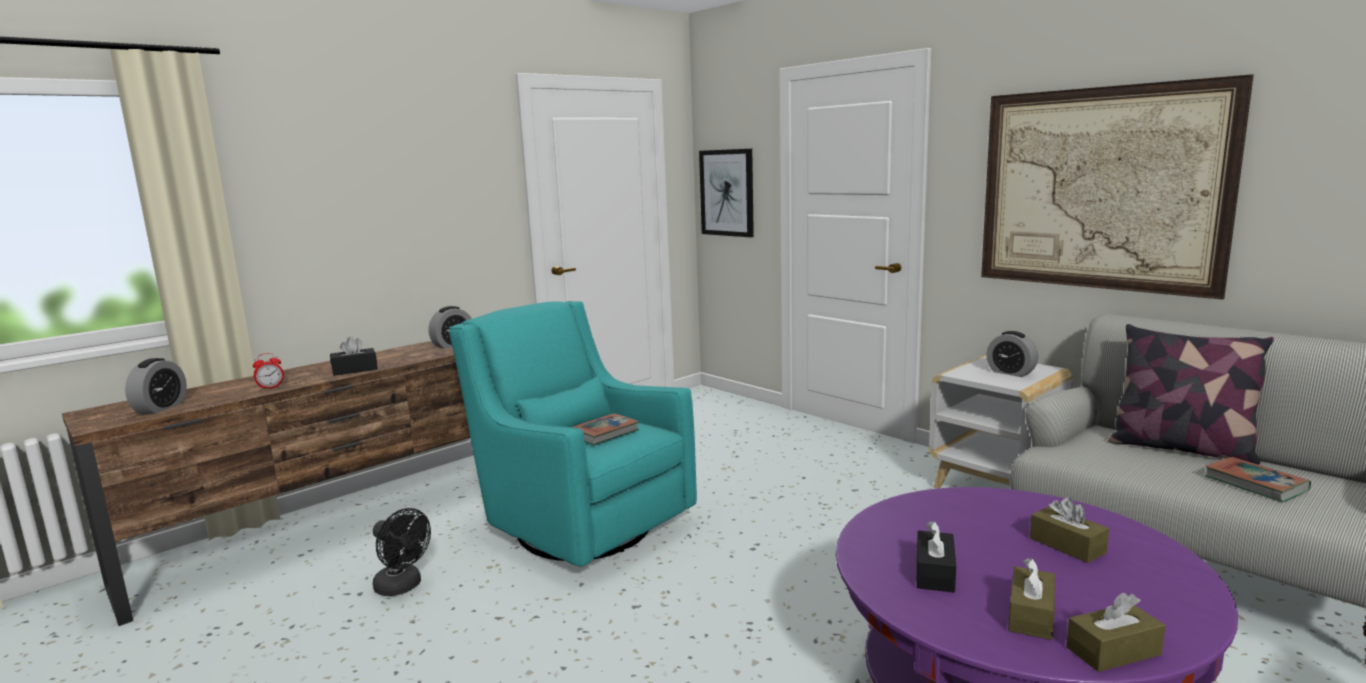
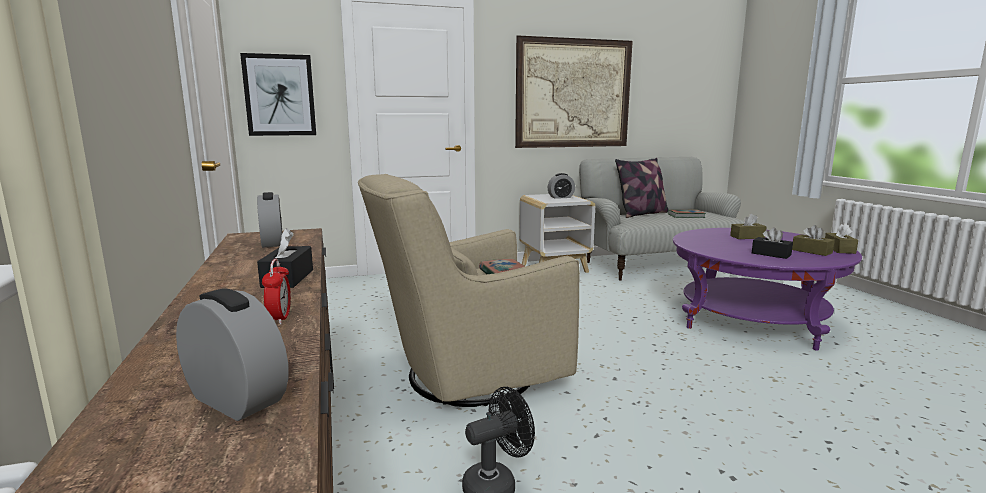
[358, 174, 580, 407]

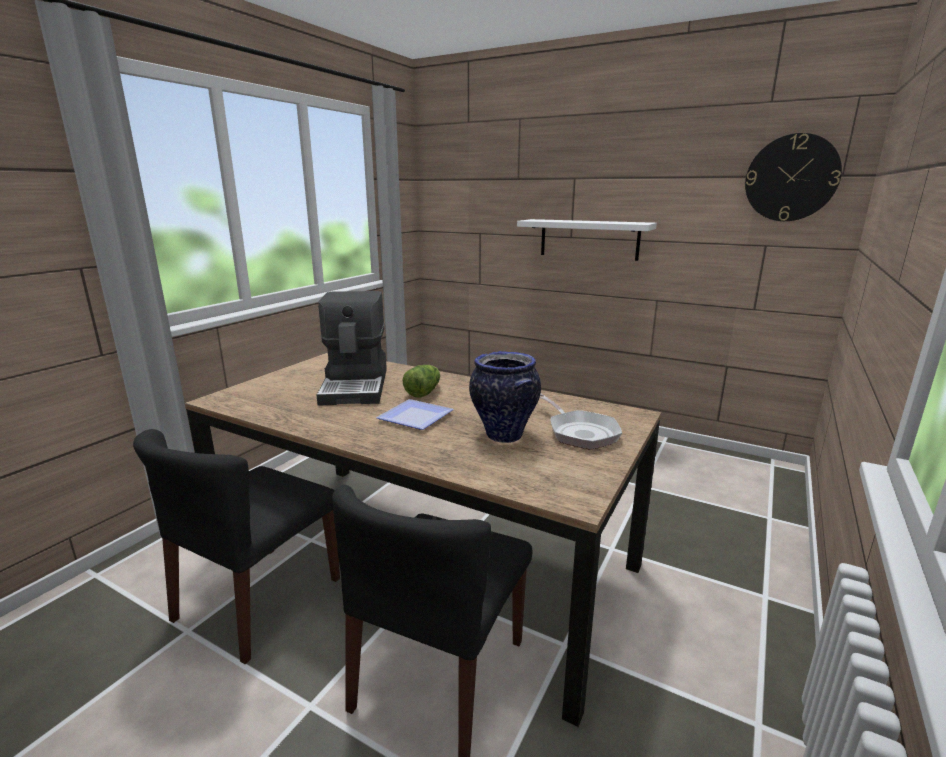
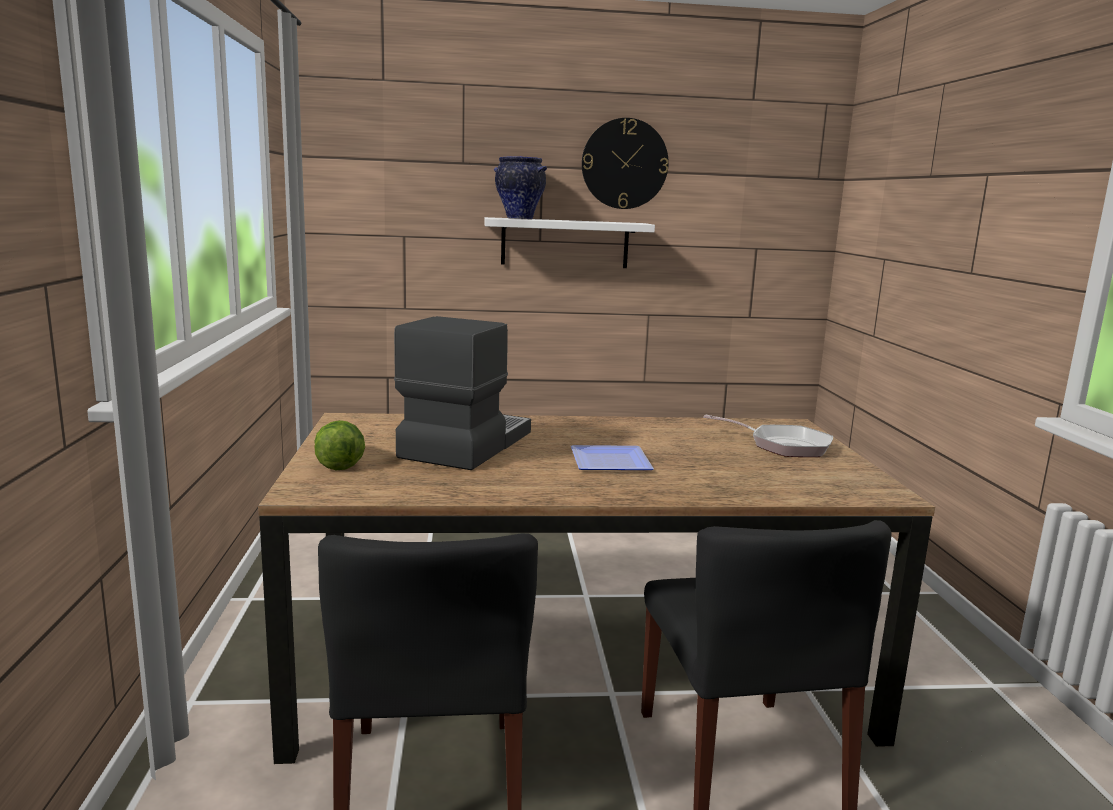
[314, 420, 365, 470]
[494, 156, 547, 219]
[582, 118, 669, 209]
[394, 316, 531, 470]

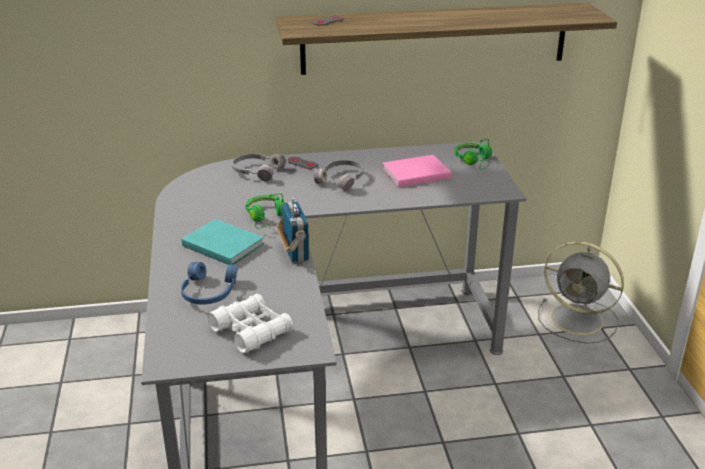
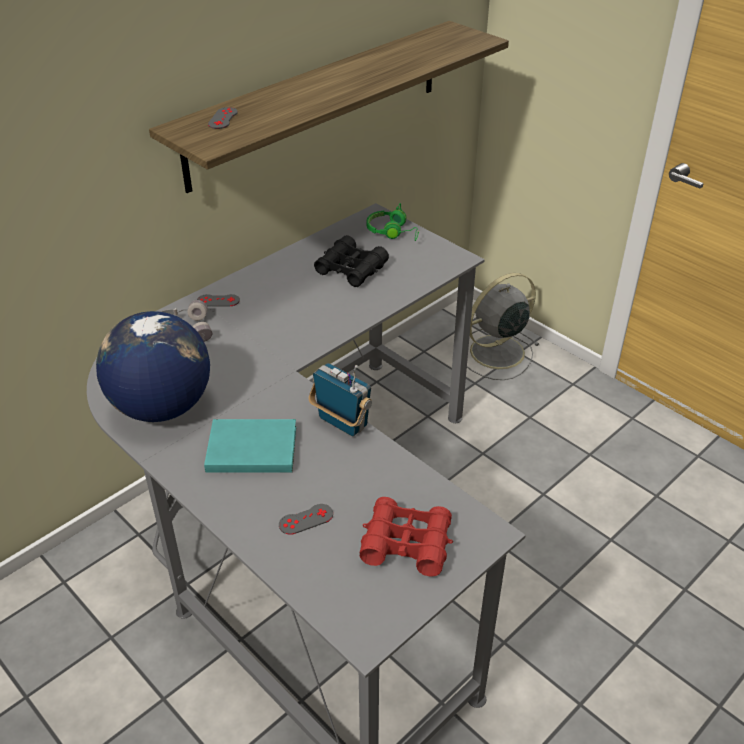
[246, 193, 285, 229] (first image)
[314, 160, 363, 191] (first image)
[96, 311, 210, 422]
[279, 504, 333, 535]
[314, 235, 389, 287]
[360, 497, 453, 577]
[467, 273, 539, 380]

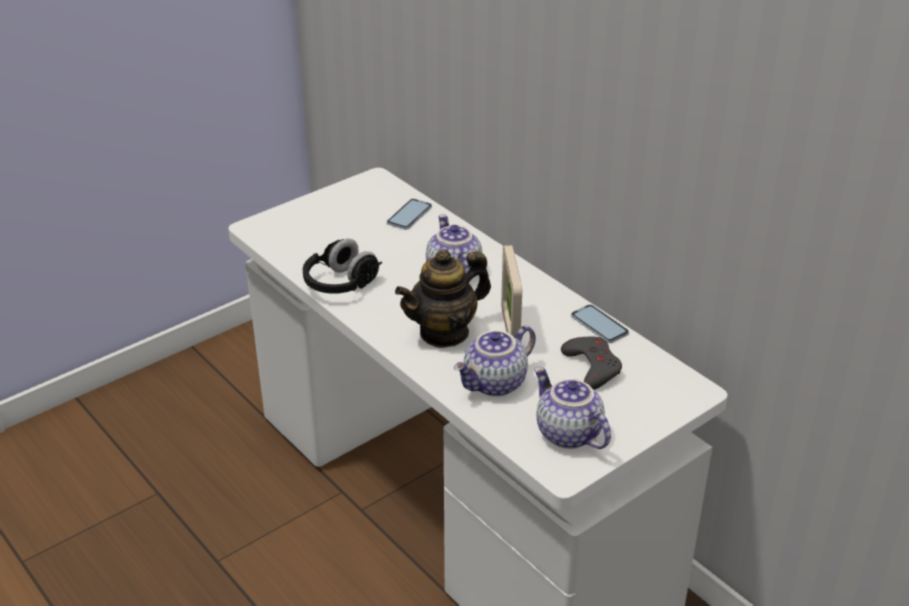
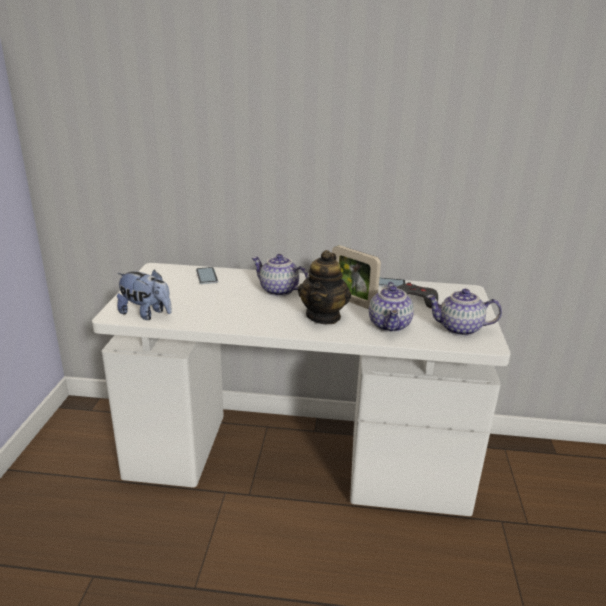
[303, 239, 382, 294] (first image)
[117, 269, 172, 320]

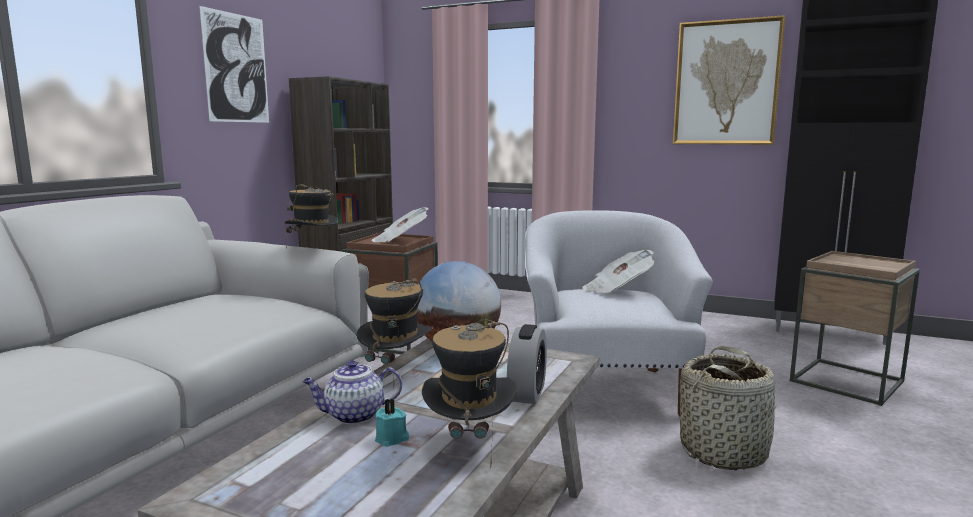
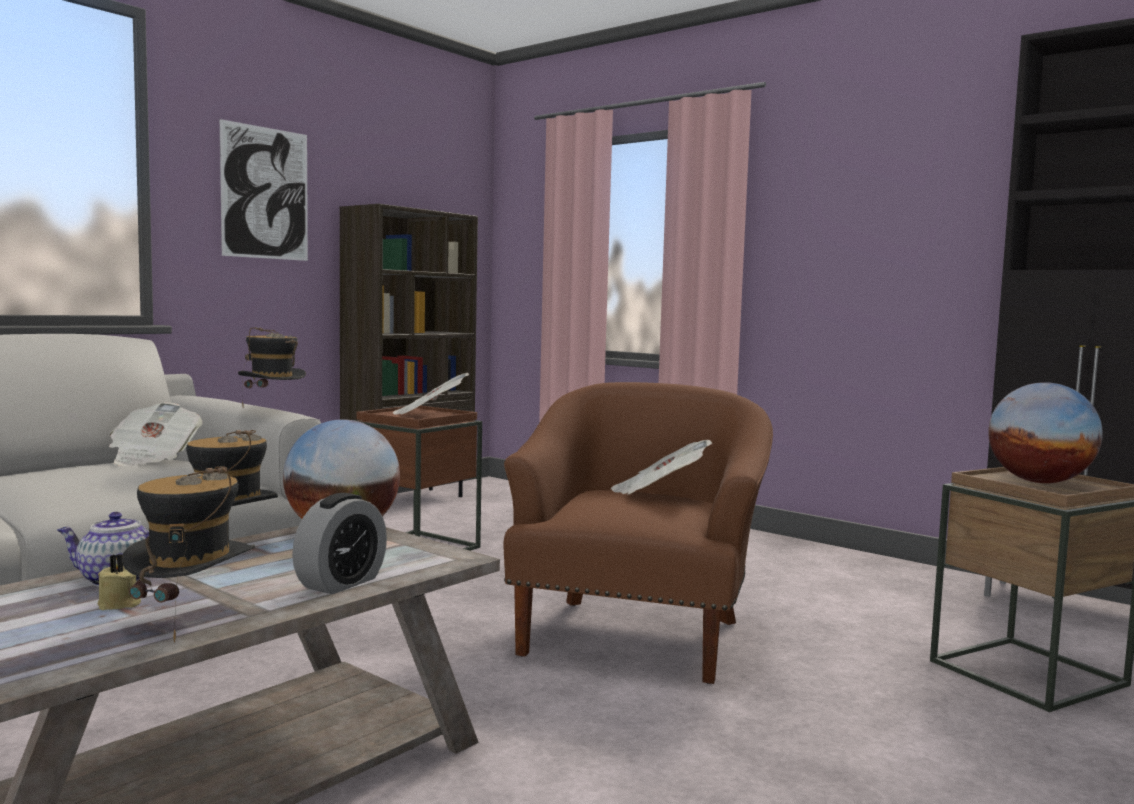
[673, 15, 785, 145] (first image)
[680, 346, 777, 470] (first image)
[109, 402, 202, 466]
[988, 382, 1103, 483]
[98, 554, 141, 610]
[503, 382, 773, 684]

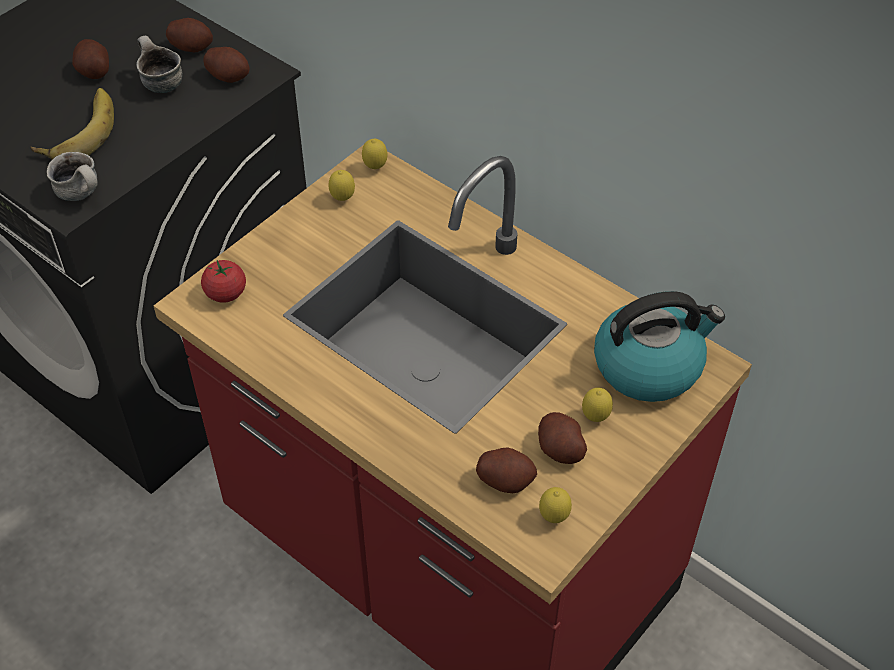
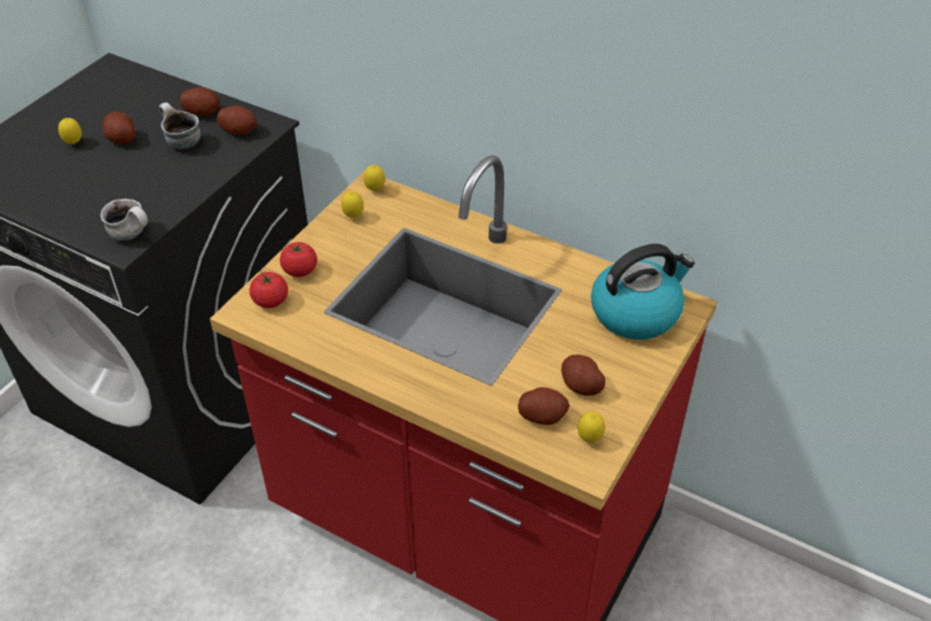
[30, 88, 114, 159] (first image)
[280, 242, 317, 277]
[58, 118, 82, 144]

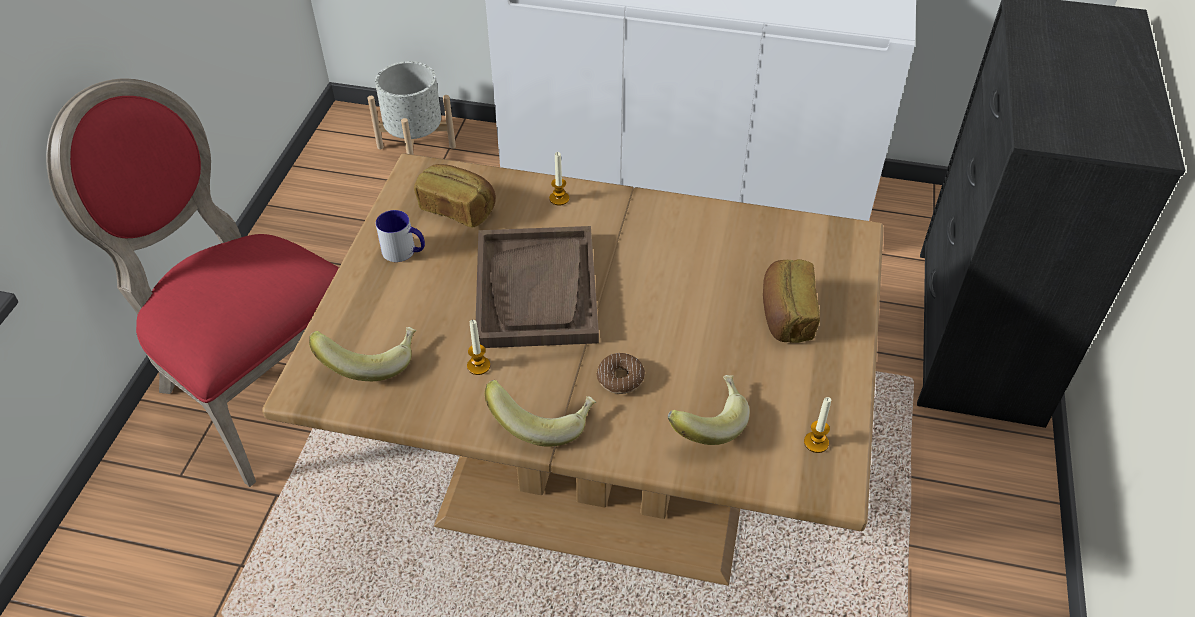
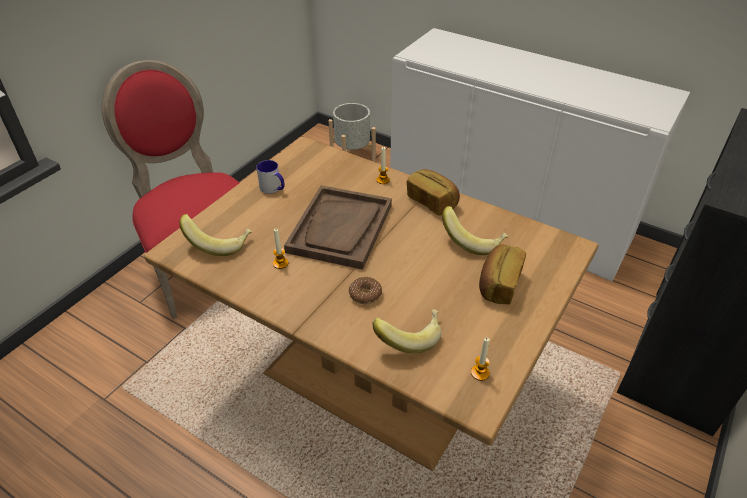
[407, 169, 460, 216]
[442, 206, 508, 255]

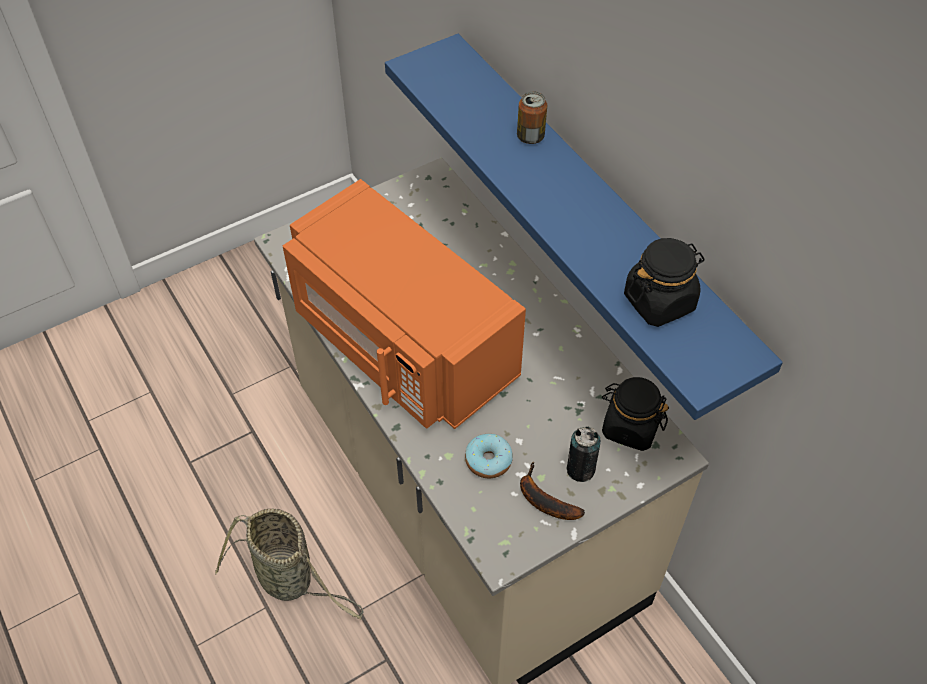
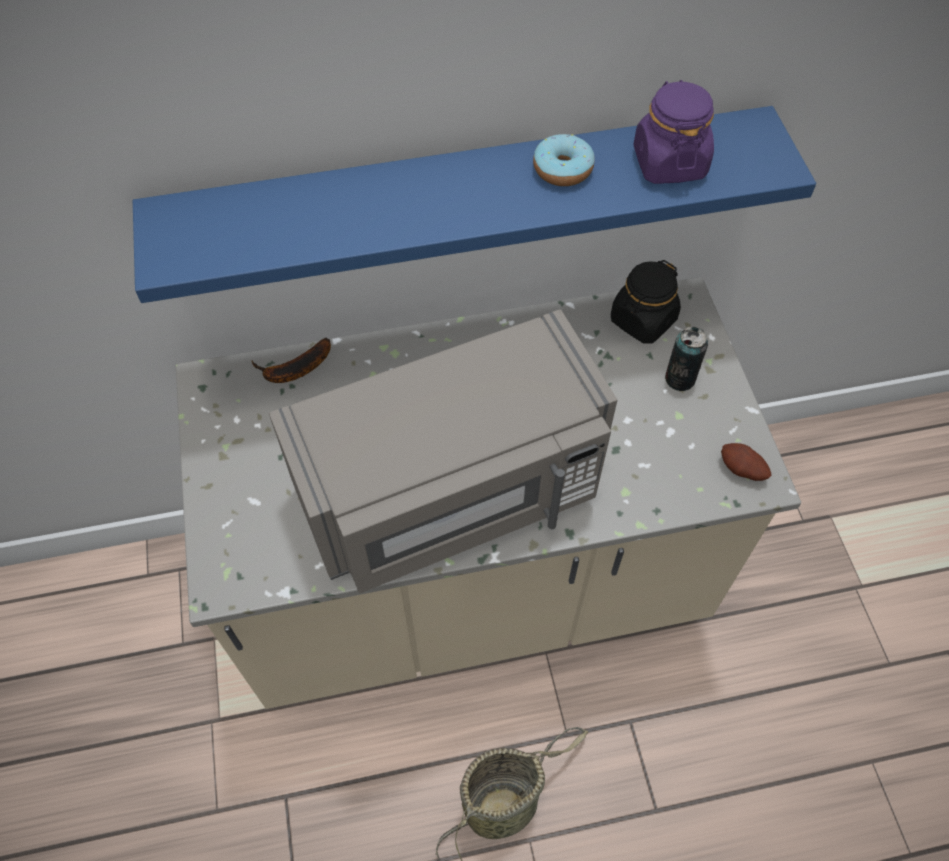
[517, 91, 547, 144] (first image)
[721, 443, 771, 481]
[533, 134, 595, 186]
[252, 338, 331, 383]
[269, 309, 617, 593]
[634, 80, 714, 184]

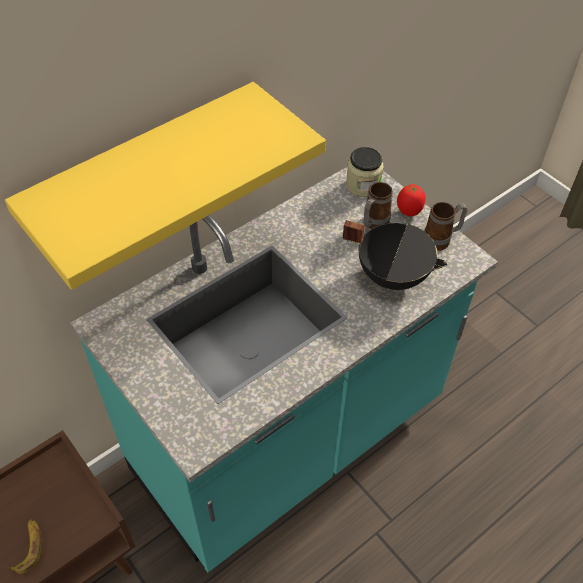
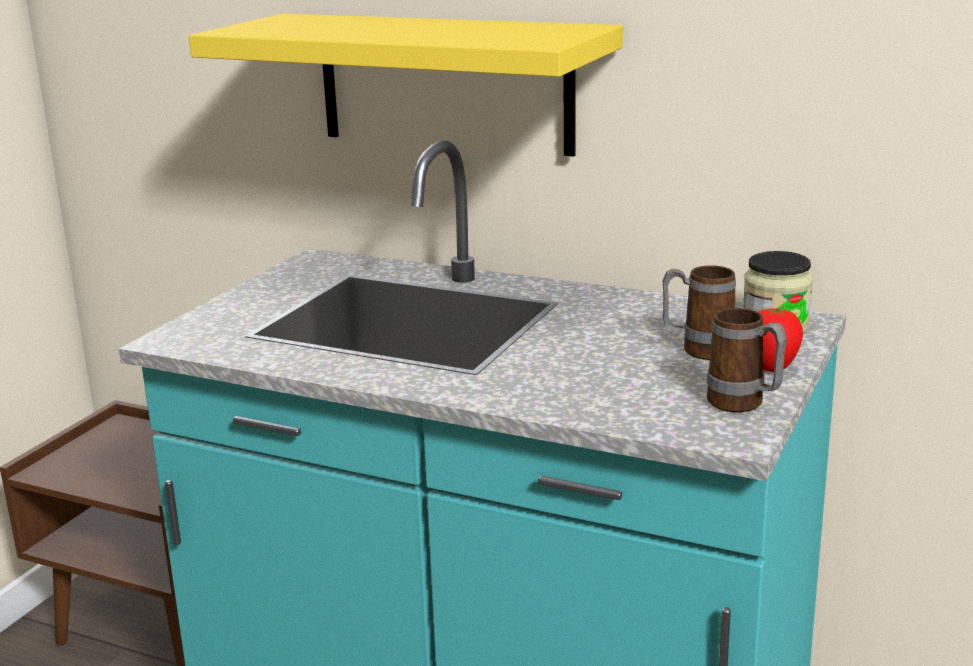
[8, 519, 42, 574] (first image)
[343, 220, 447, 290] (first image)

